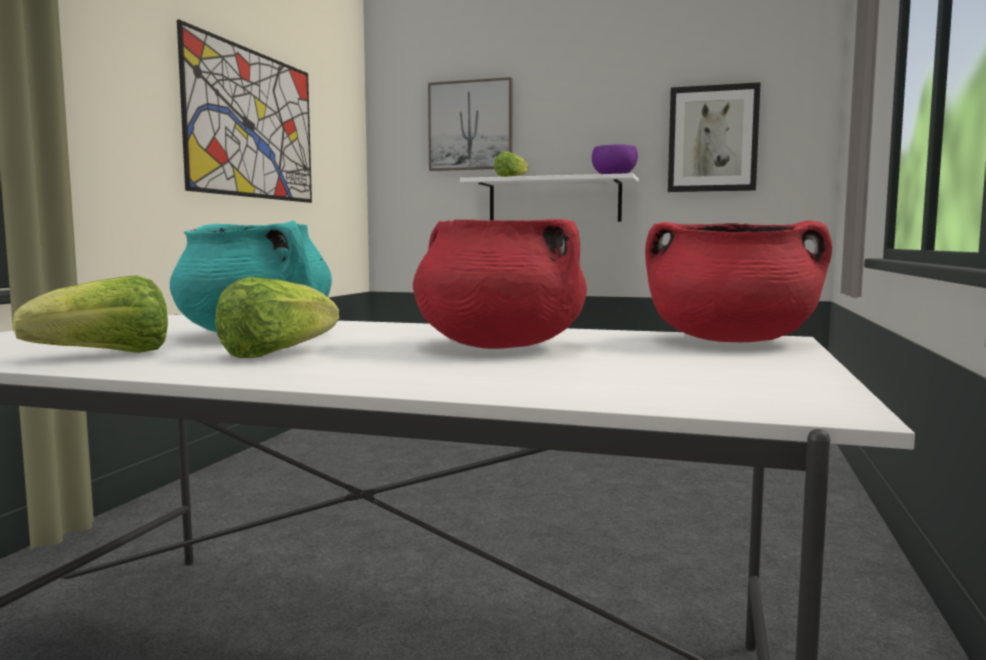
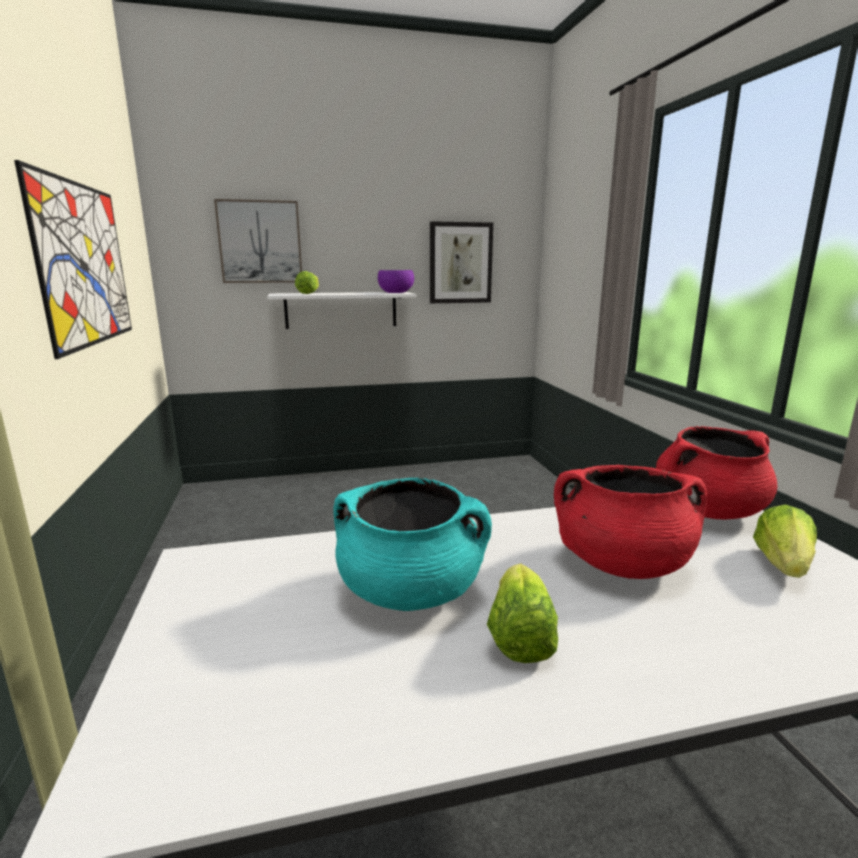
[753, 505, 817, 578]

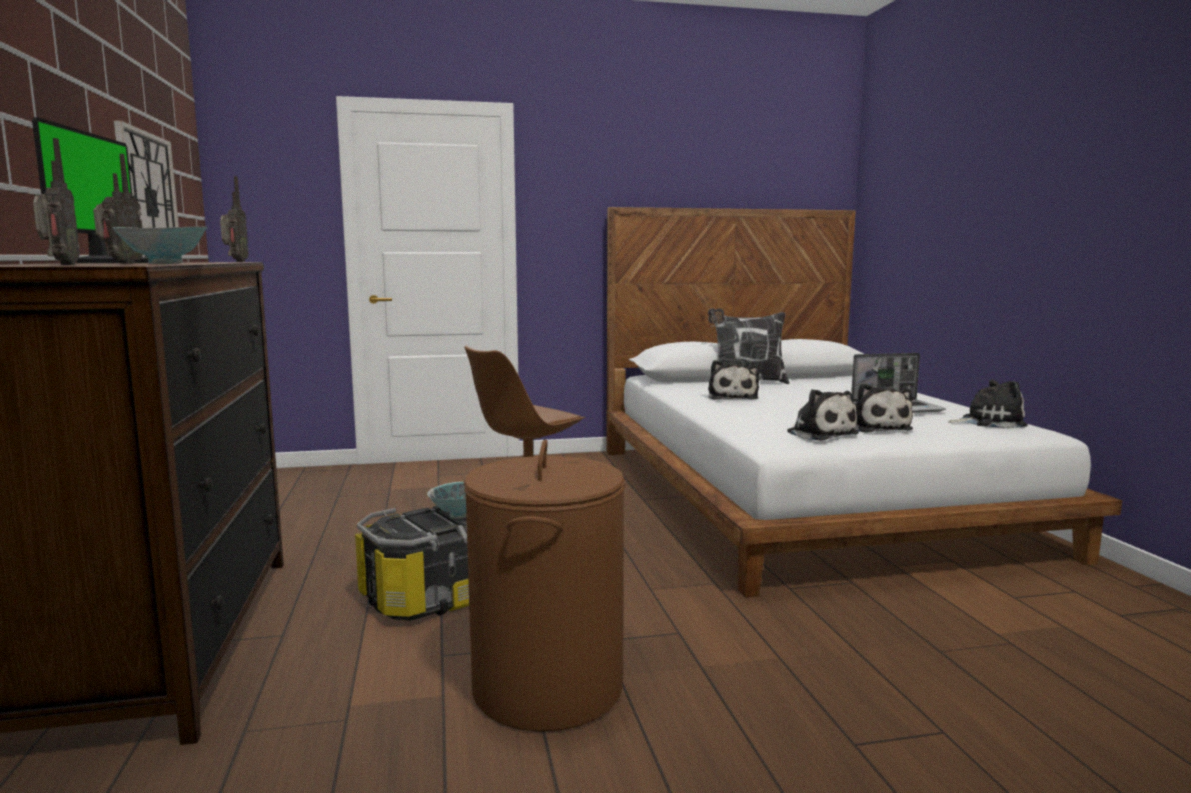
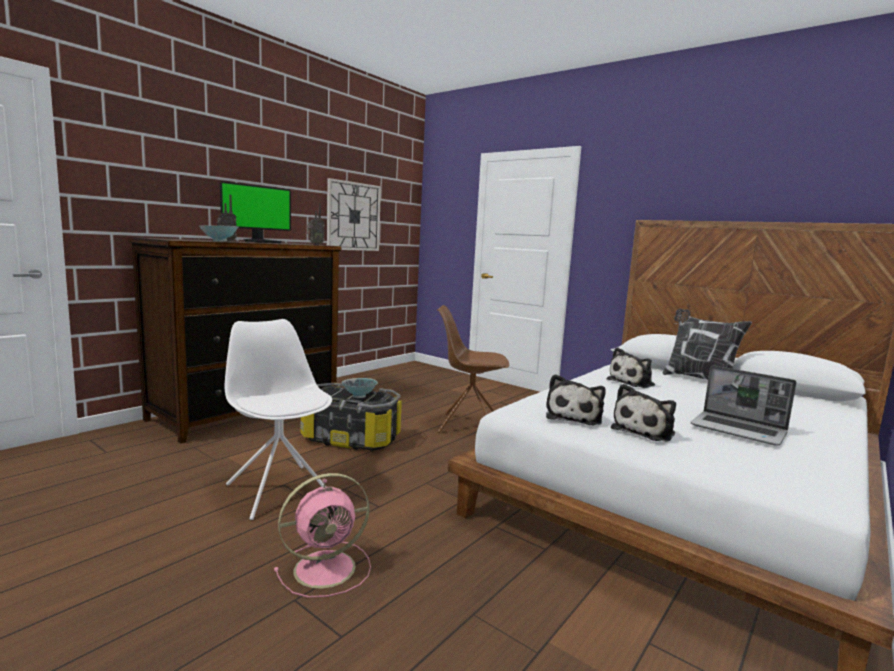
[33, 138, 80, 265] (first image)
[948, 379, 1028, 429] (first image)
[274, 473, 371, 598]
[225, 319, 332, 520]

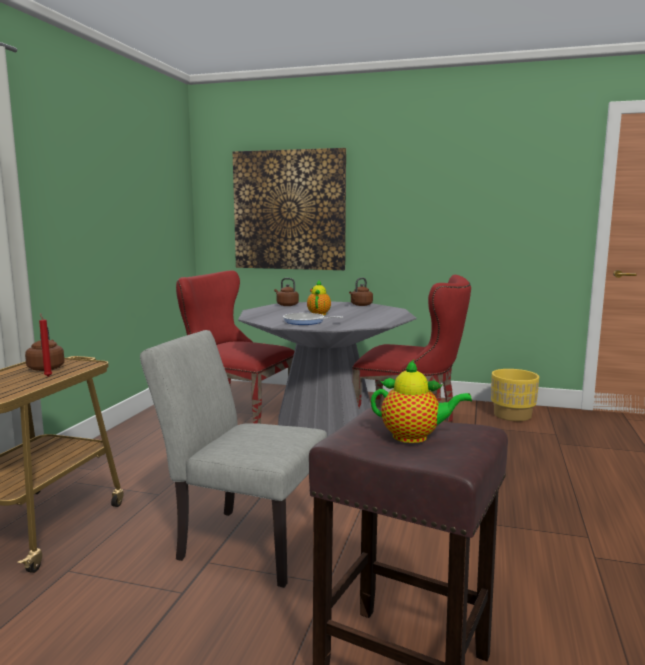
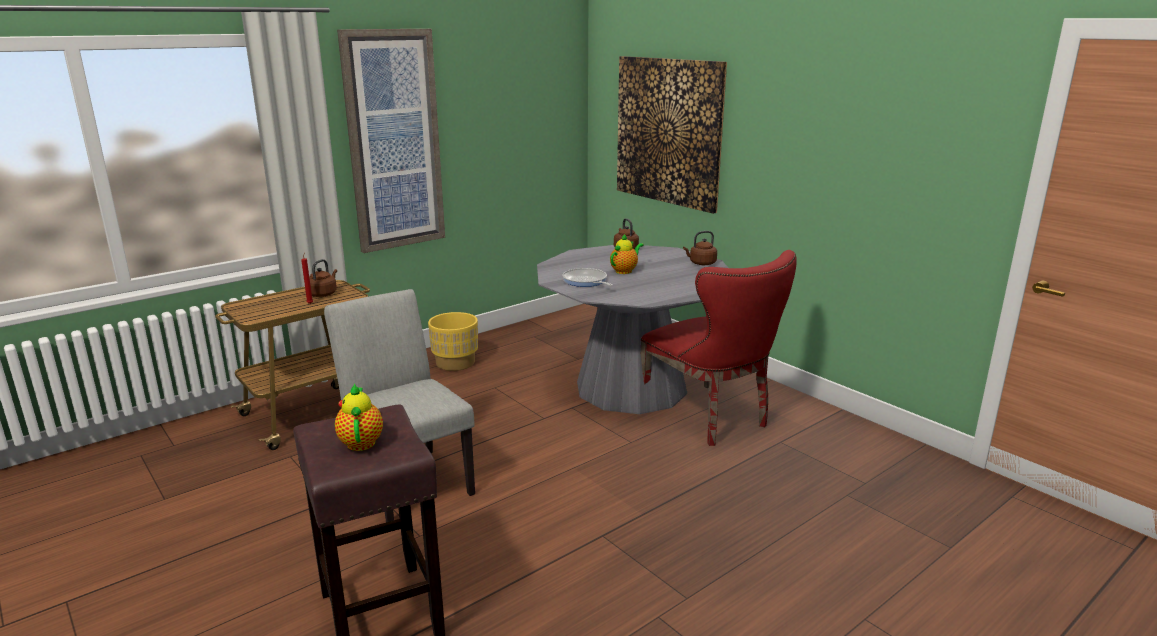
[176, 271, 294, 424] (first image)
[337, 29, 445, 253]
[428, 312, 478, 371]
[335, 383, 383, 451]

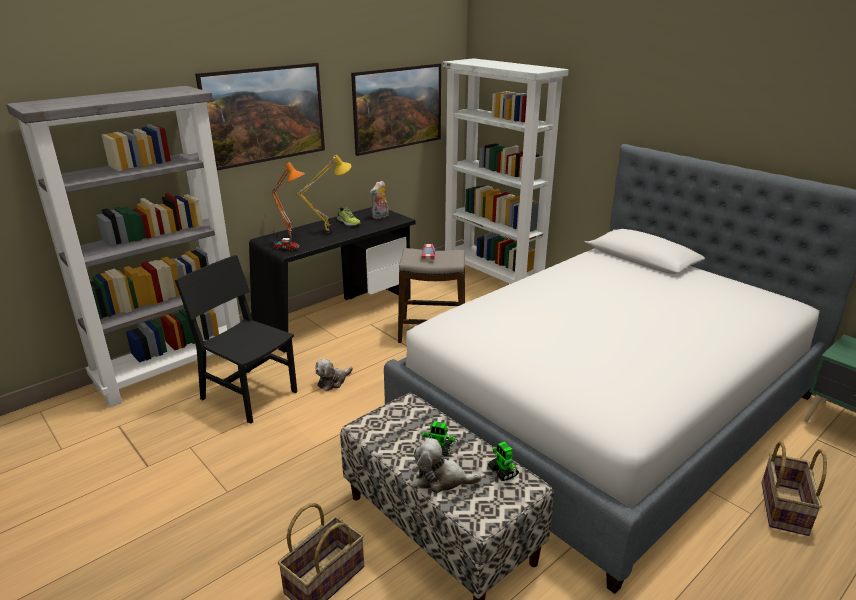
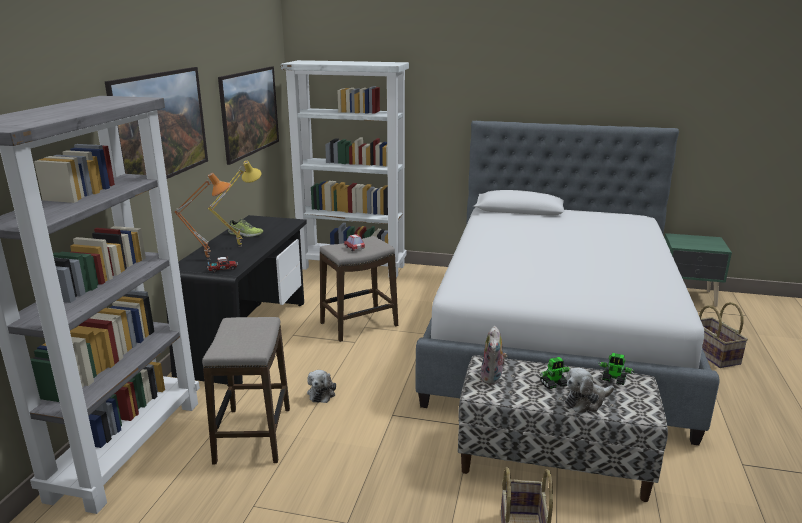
[480, 326, 507, 385]
[202, 317, 290, 464]

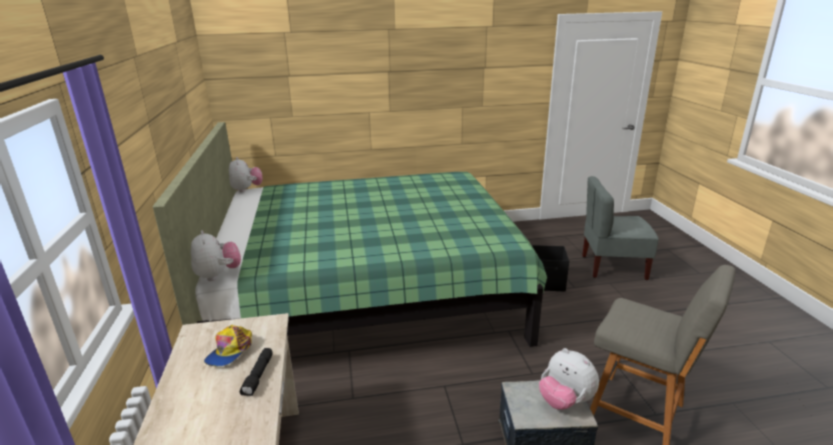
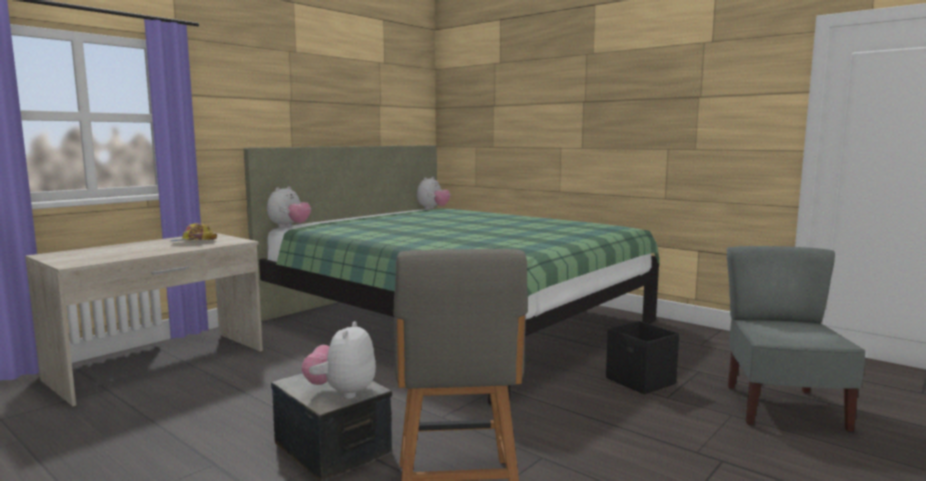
[240, 348, 273, 396] (first image)
[727, 246, 865, 432]

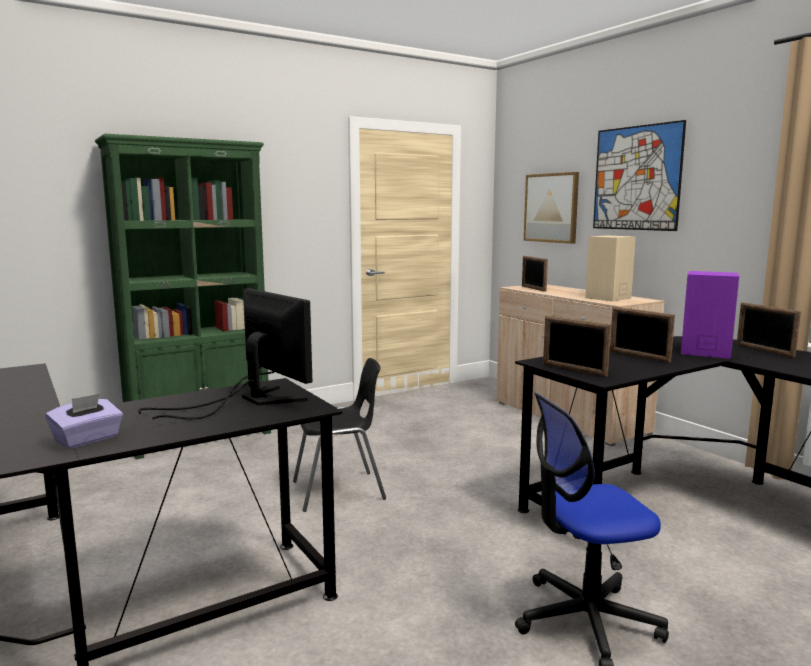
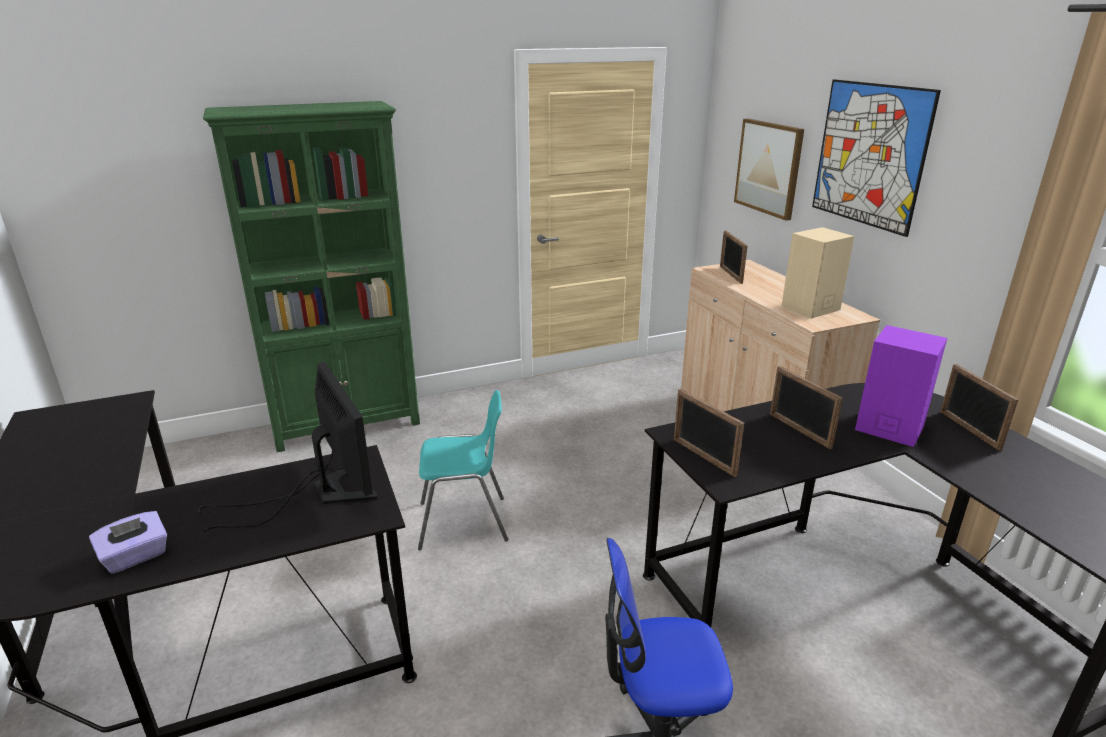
[418, 390, 508, 550]

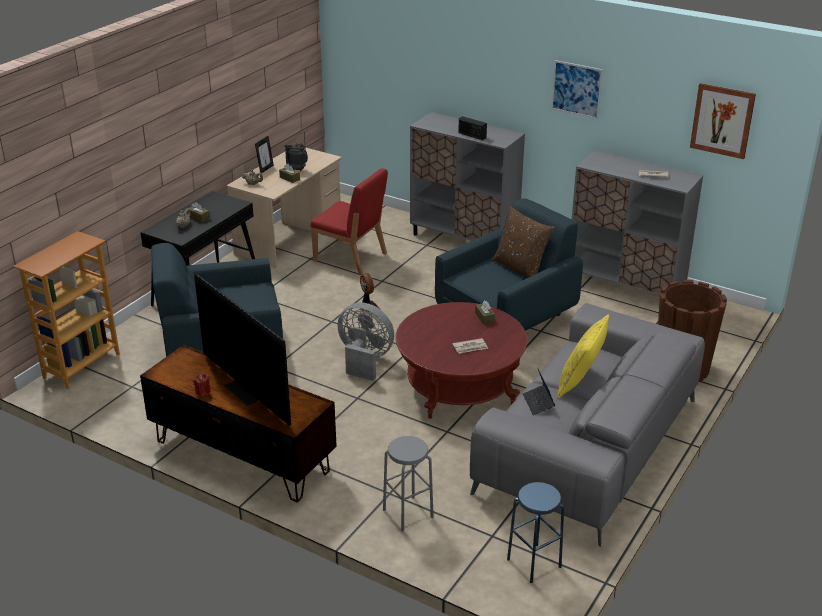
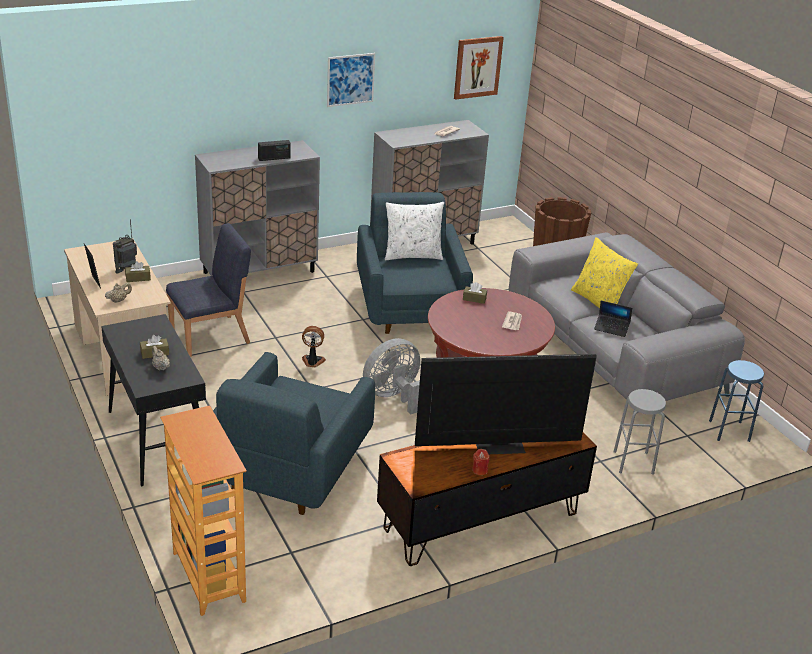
[166, 223, 251, 357]
[385, 202, 444, 260]

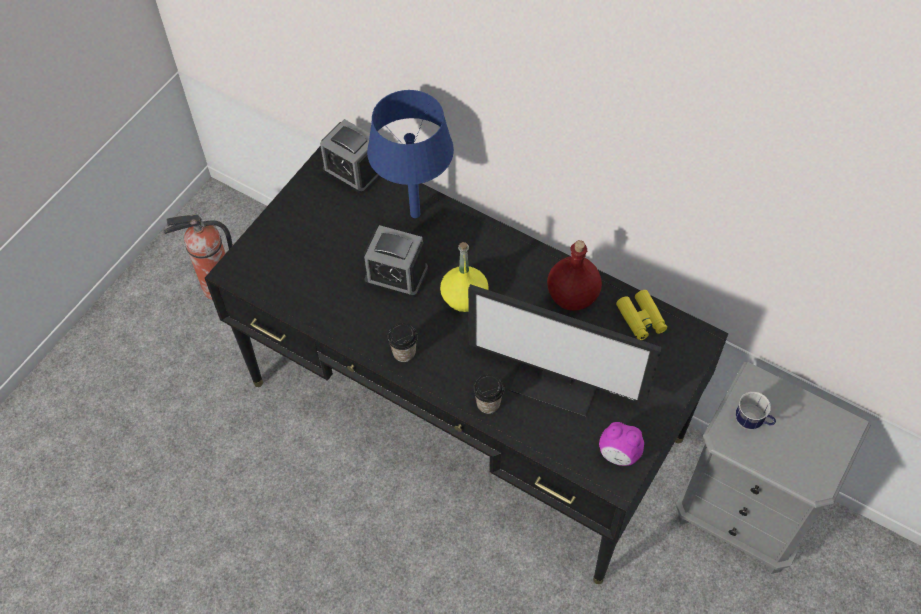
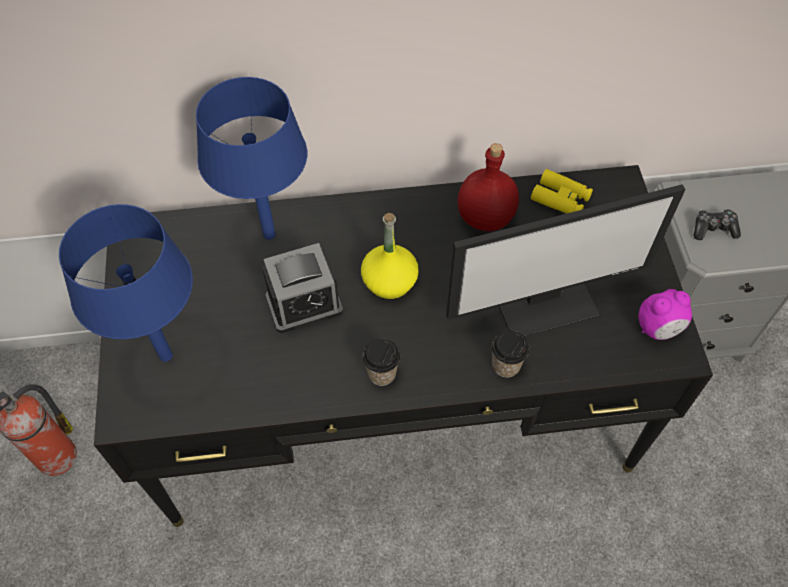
[320, 119, 380, 194] (first image)
[59, 204, 193, 362]
[693, 209, 741, 240]

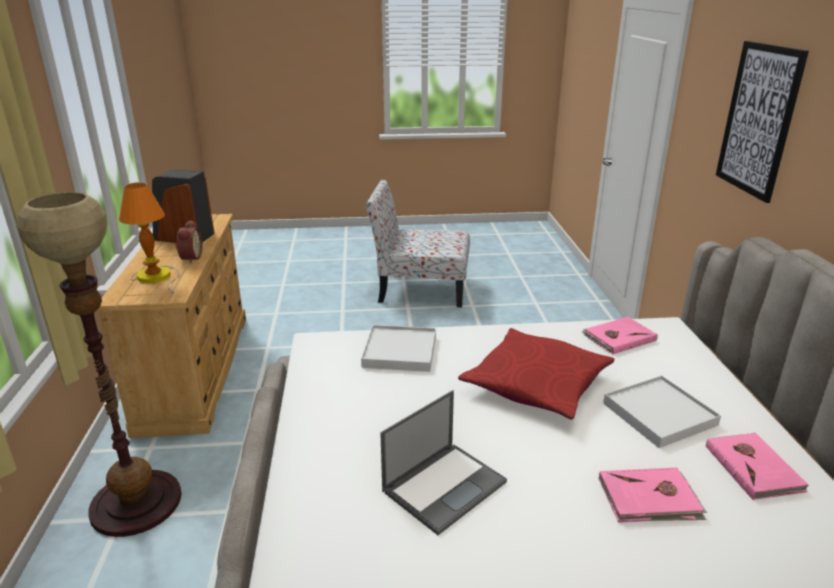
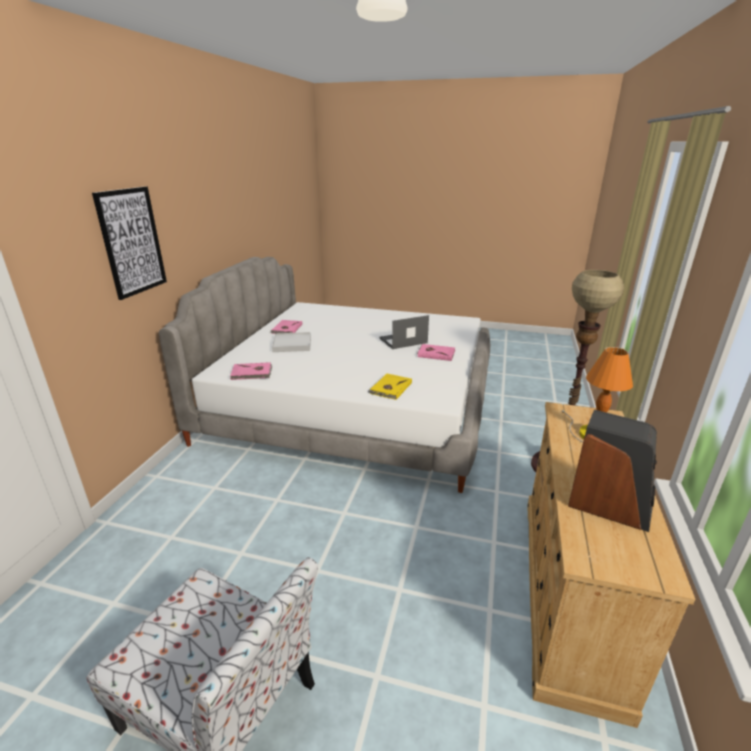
[175, 220, 202, 263] (first image)
[458, 328, 614, 420] (first image)
[417, 344, 456, 361]
[368, 374, 412, 400]

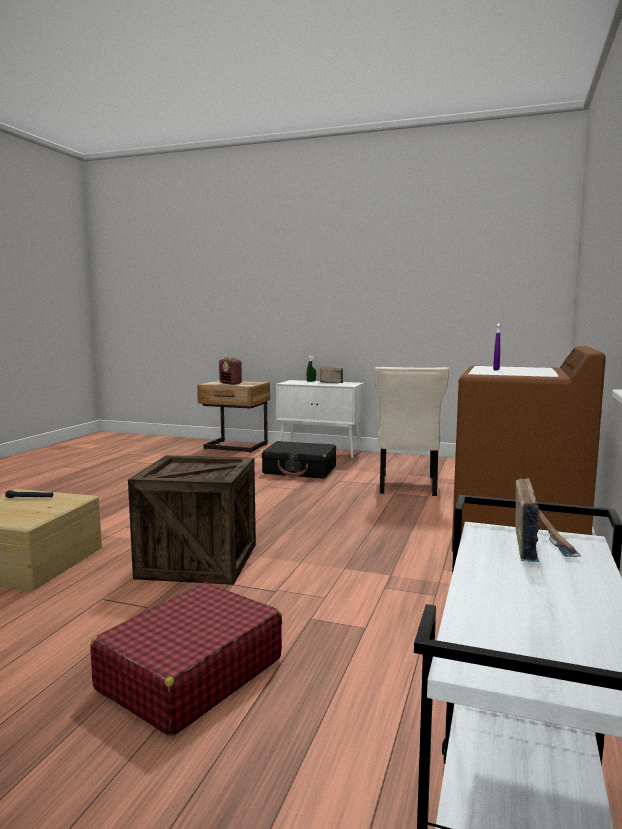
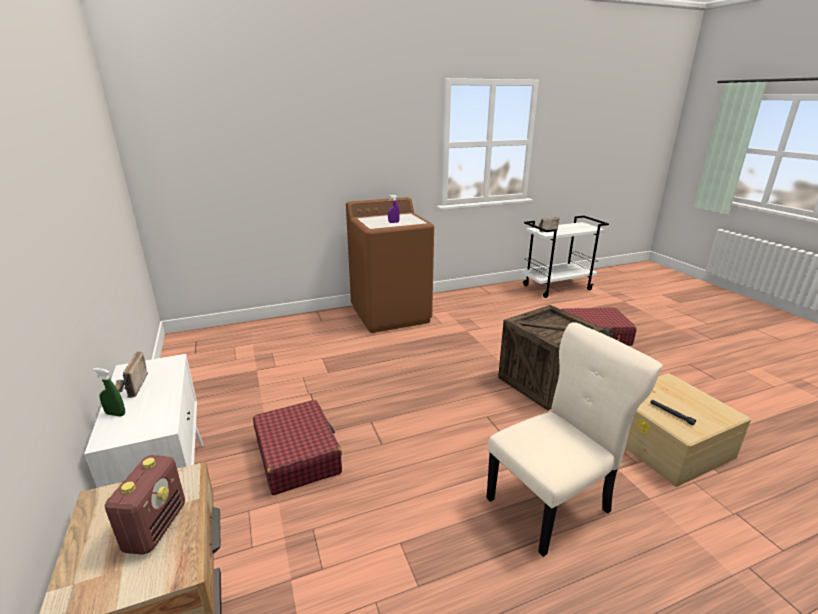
[487, 322, 663, 557]
[253, 400, 342, 495]

